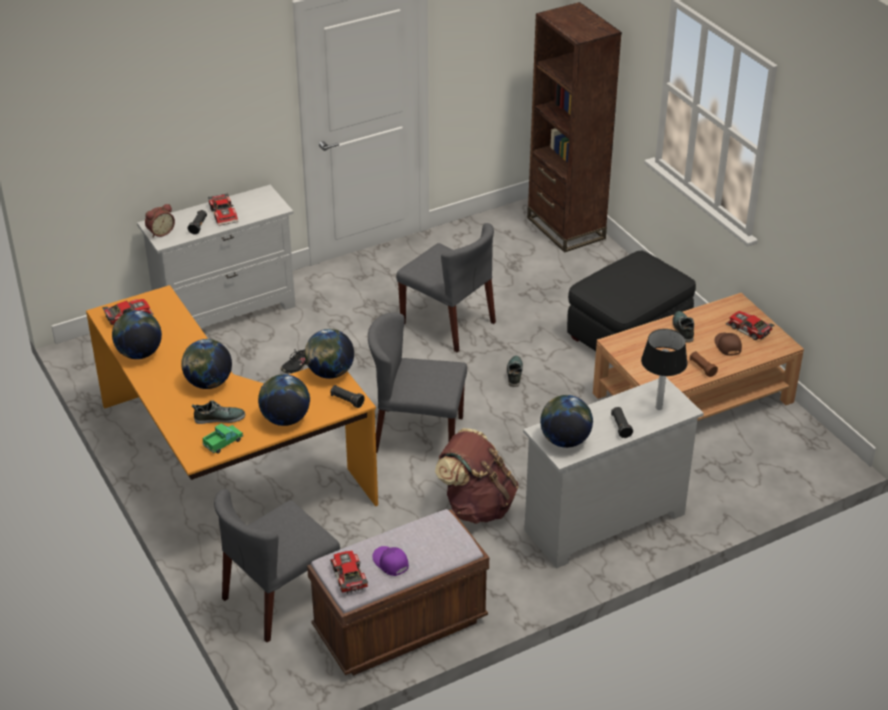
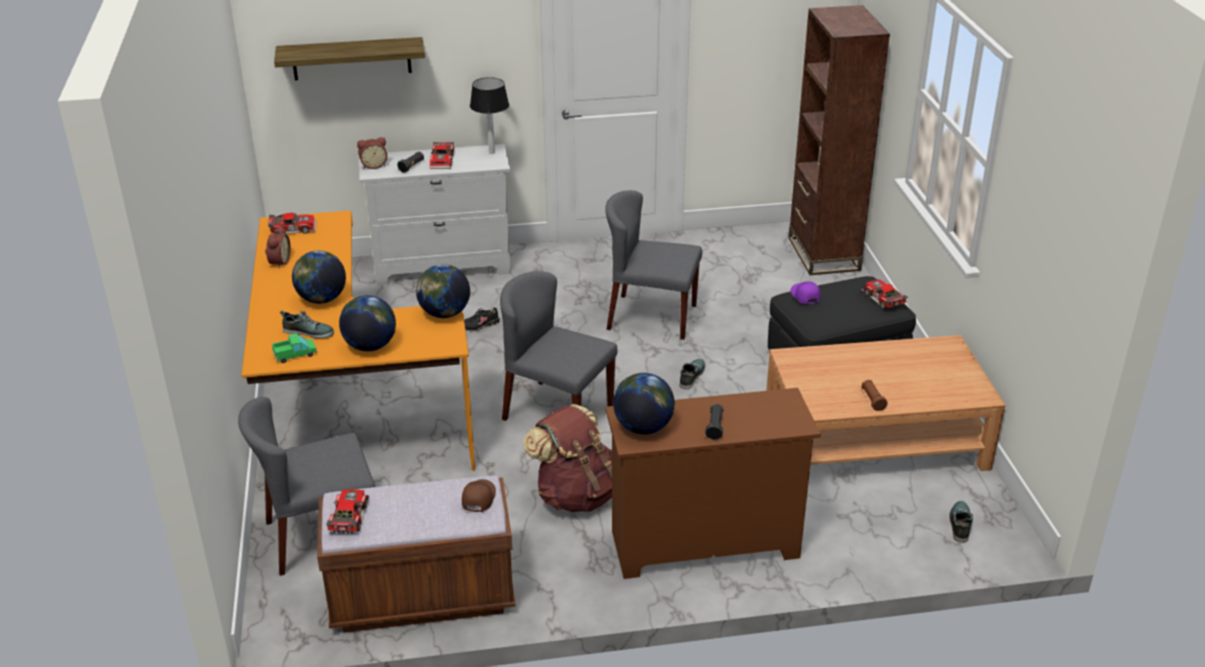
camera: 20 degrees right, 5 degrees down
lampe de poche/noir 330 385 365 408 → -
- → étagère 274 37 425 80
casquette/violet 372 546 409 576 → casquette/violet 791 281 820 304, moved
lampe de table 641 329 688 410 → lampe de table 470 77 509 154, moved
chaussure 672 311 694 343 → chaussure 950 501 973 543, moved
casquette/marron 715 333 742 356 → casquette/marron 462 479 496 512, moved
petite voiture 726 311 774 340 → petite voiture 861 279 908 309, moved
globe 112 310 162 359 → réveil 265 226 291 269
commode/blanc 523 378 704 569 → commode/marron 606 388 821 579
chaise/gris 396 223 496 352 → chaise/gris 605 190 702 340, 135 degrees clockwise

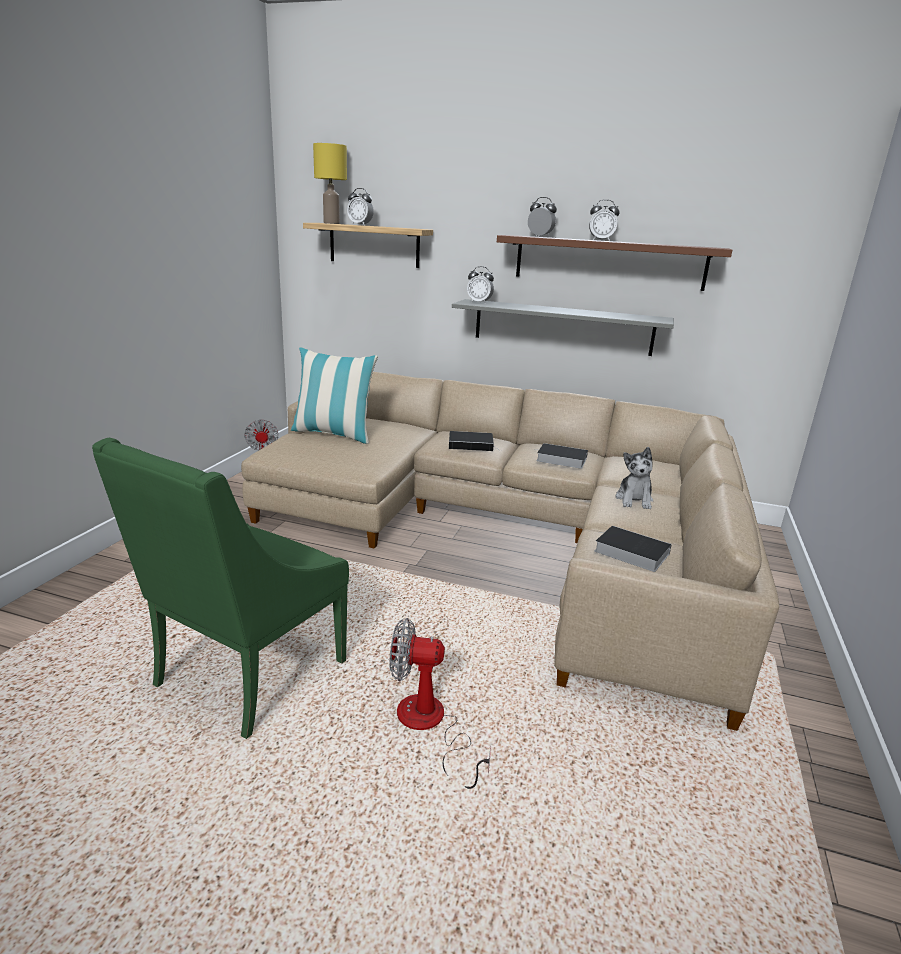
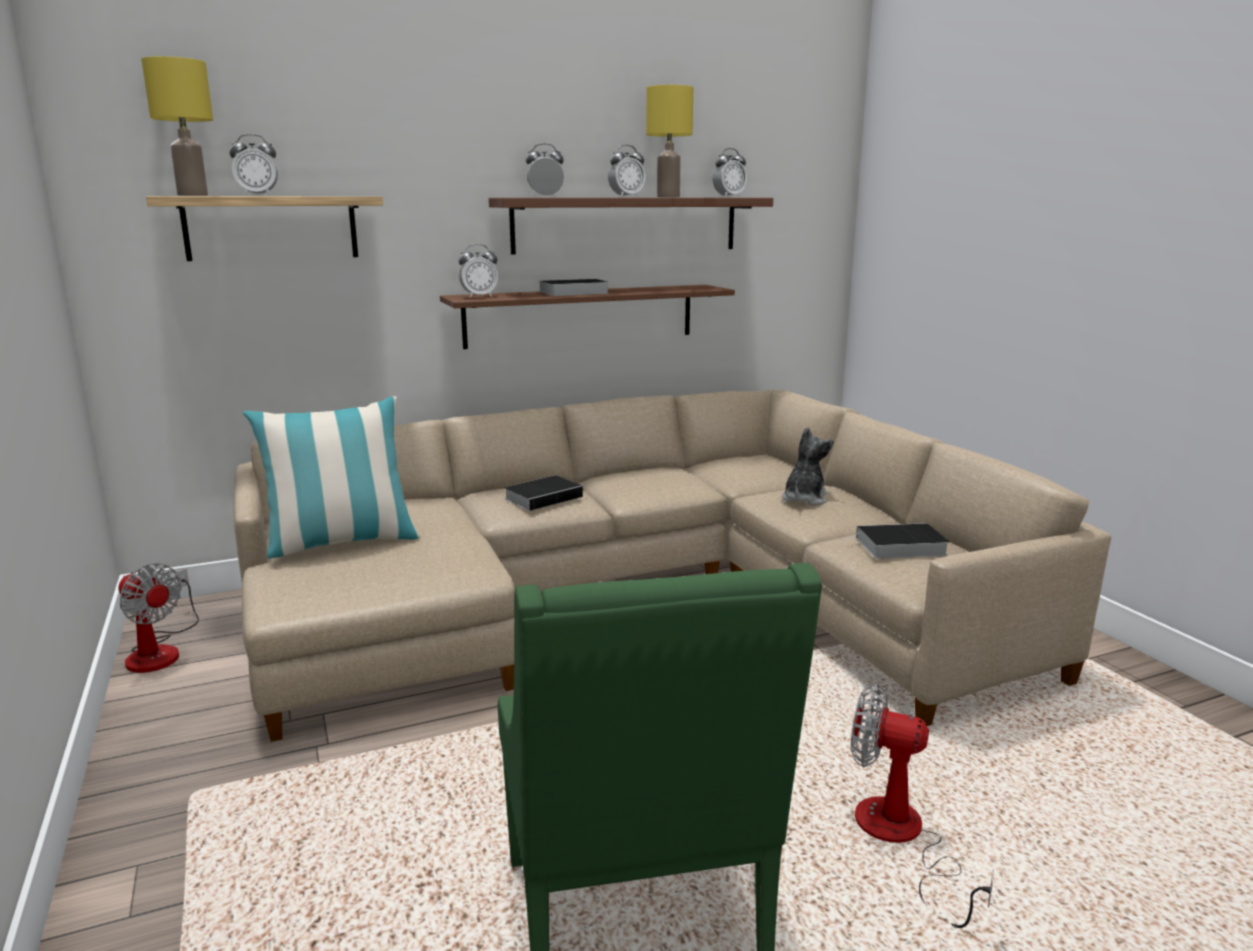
camera: 40 degrees left, 5 degrees down
- → lampe de table/jaune 646 85 693 197
- → réveil 712 148 747 197
livre 536 443 588 469 → livre 531 279 609 296, moved
étagère/gris 452 299 674 356 → étagère/marron 440 285 735 349
ventilateur 389 618 491 789 → ventilateur 851 684 994 928, 60 degrees clockwise
peluche 616 447 653 509 → peluche 782 427 834 506, 120 degrees counterclockwise

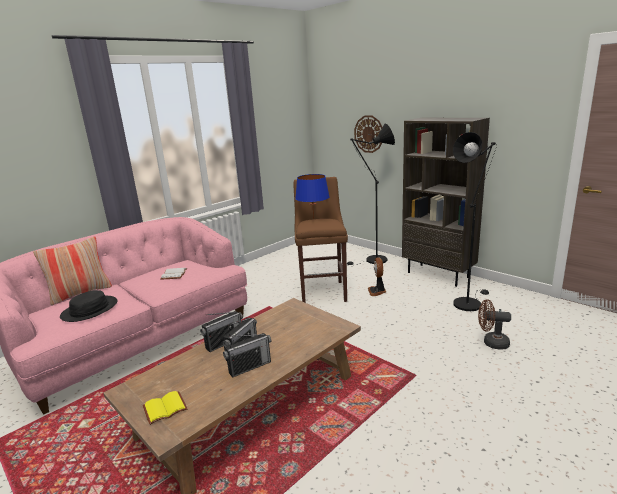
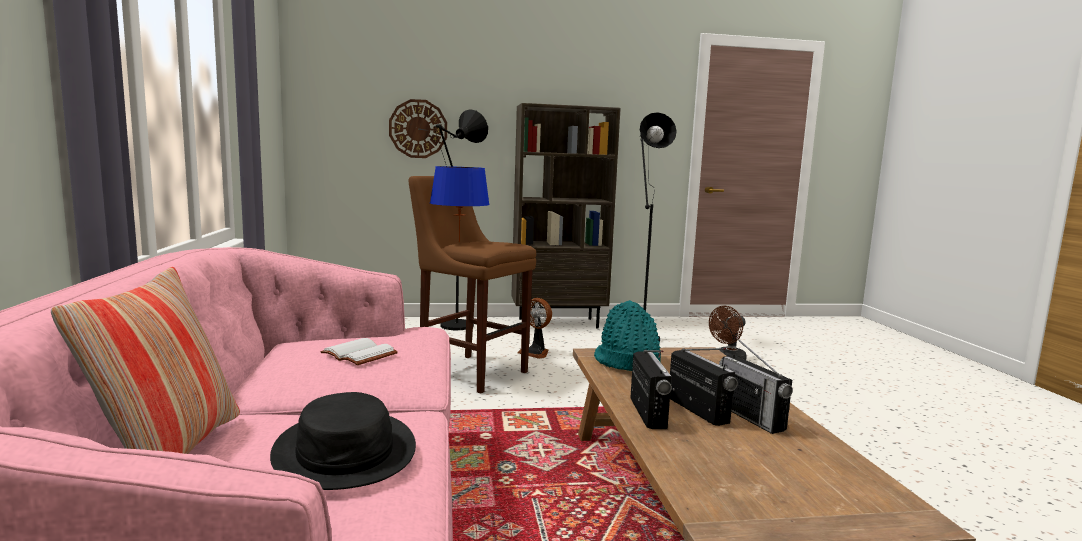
camera: 55 degrees left, 10 degrees down
livre/jaune 143 391 187 425 → -
- → chapeau/turquoise 594 300 661 371
radio 223 333 271 378 → radio 719 337 793 434, 150 degrees clockwise

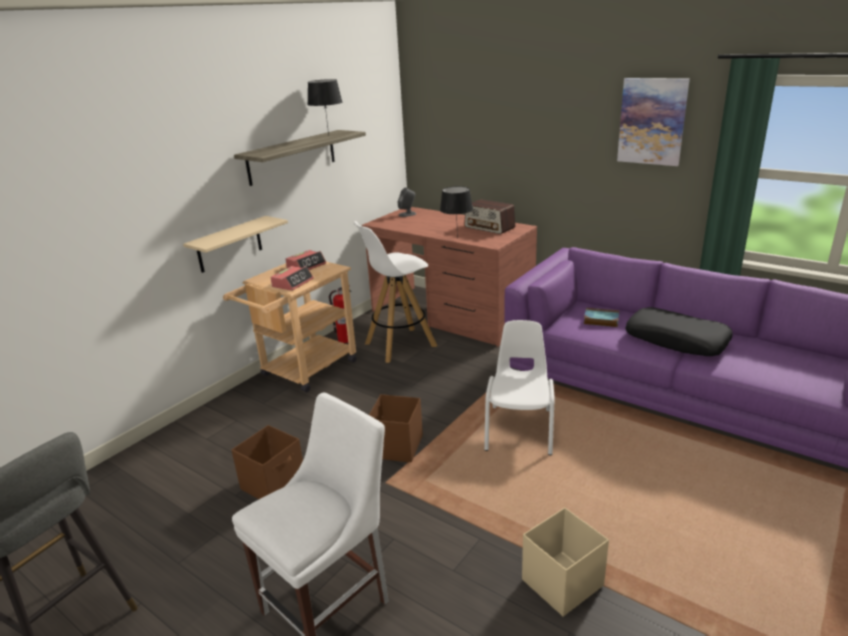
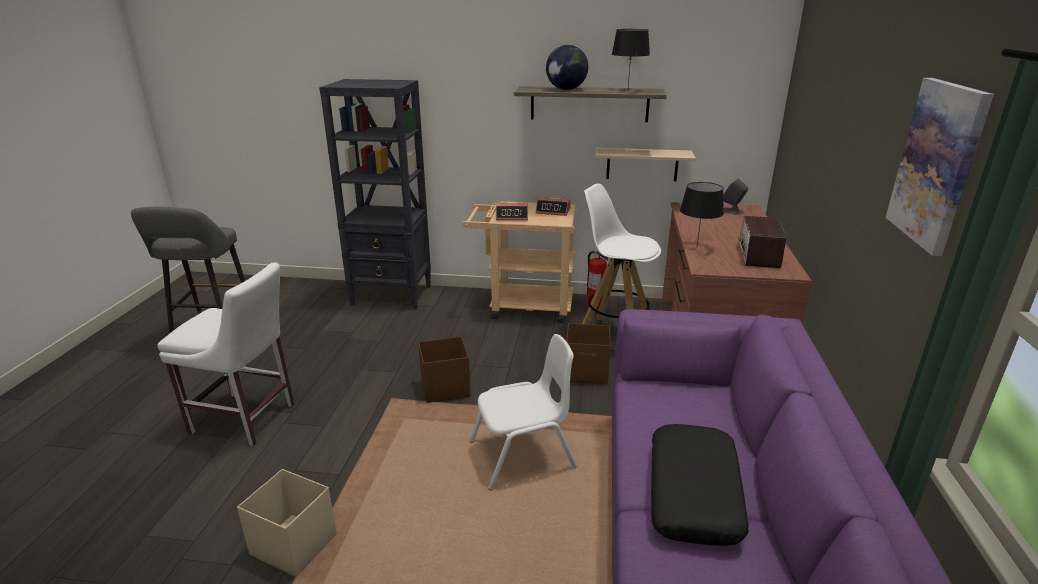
camera: 60 degrees right, 0 degrees up
livre 584 308 619 327 → -
- → bibliothèque/noir 319 79 431 309
- → globe 546 45 588 90
étagère/beige 183 216 288 273 → étagère/beige 595 148 696 181, moved
boîte de rangement/marron 232 425 303 499 → boîte de rangement/marron 566 323 611 384, moved

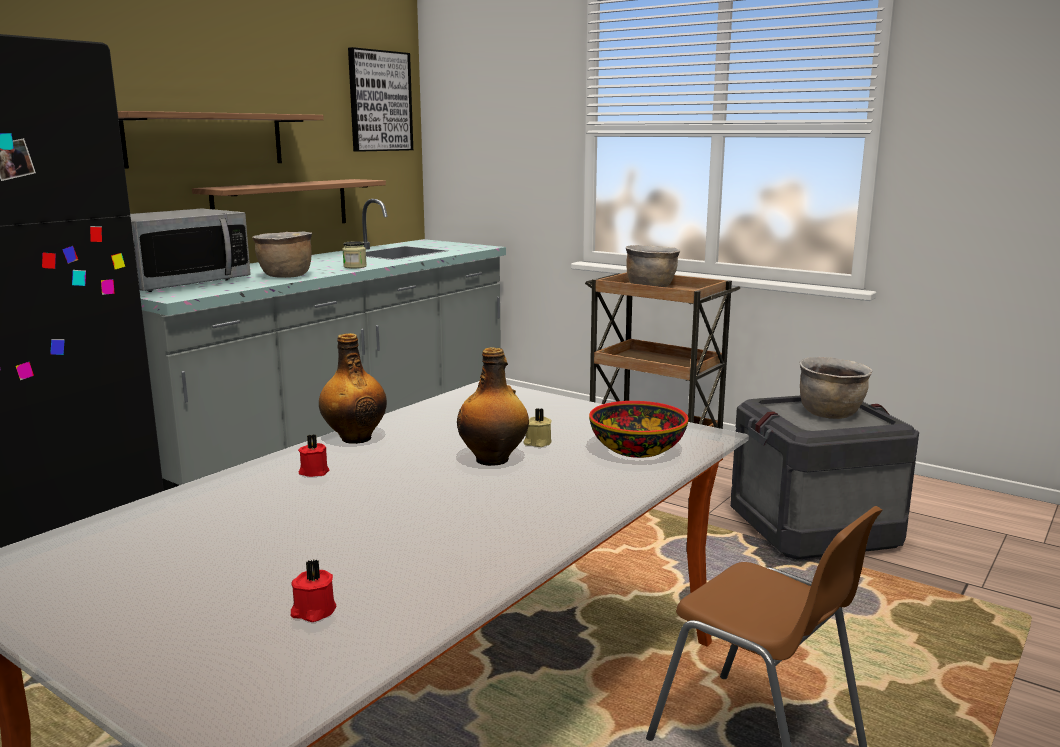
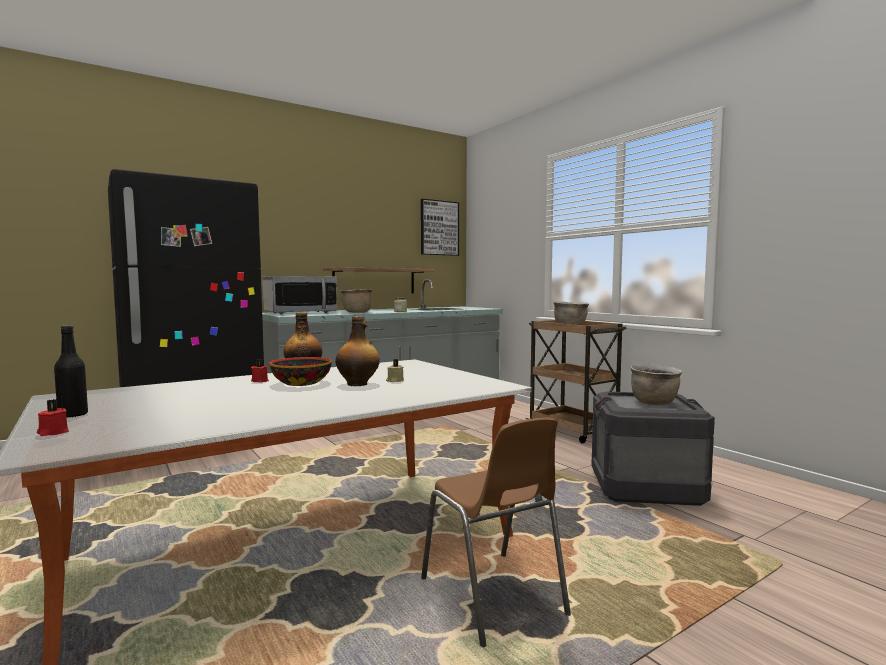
camera: 20 degrees right, 10 degrees down
étagère 118 111 324 169 → -
- → bouteille/noir 54 325 88 418
bougie/rouge 291 560 336 622 → bougie/rouge 37 399 69 436, moved
bol 589 401 688 458 → bol 269 357 332 386, moved

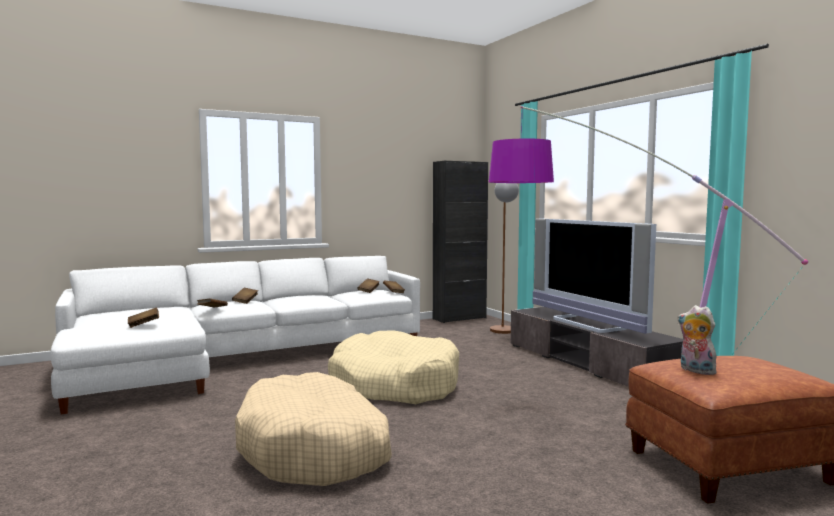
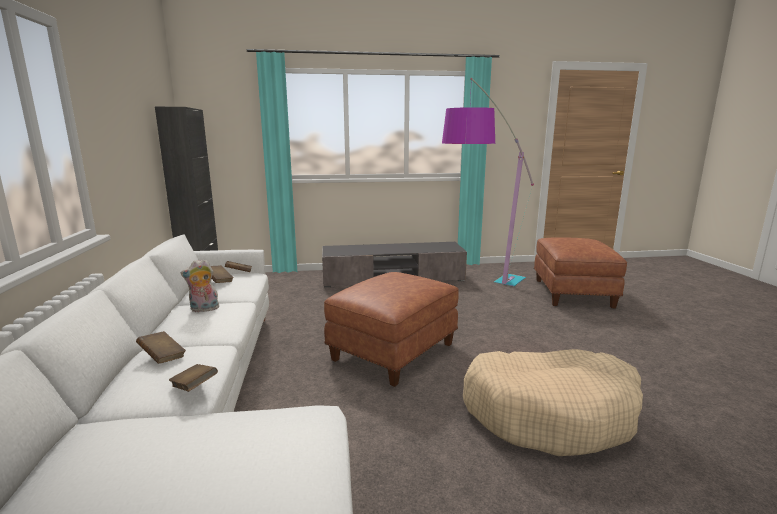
camera: 70 degrees left, 10 degrees up
livre/marron 128 307 159 328 → -
lampadaire/marron 490 183 519 334 → -
téléviseur 533 218 656 334 → -
peluche 677 305 717 375 → peluche 181 259 219 312, moved
panier pour chien/beige 328 330 459 404 → pouf/marron 324 272 459 387

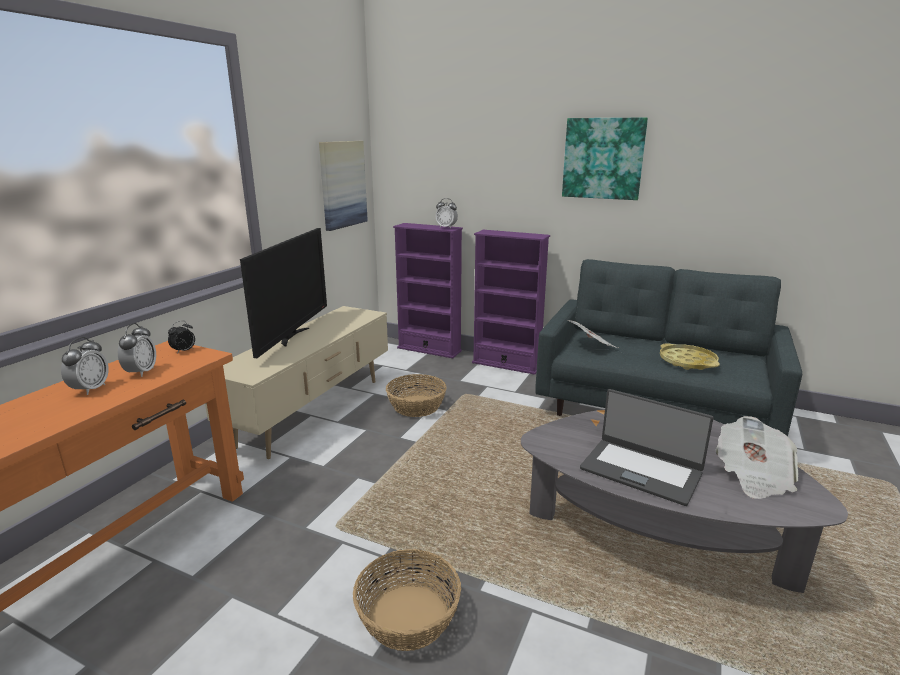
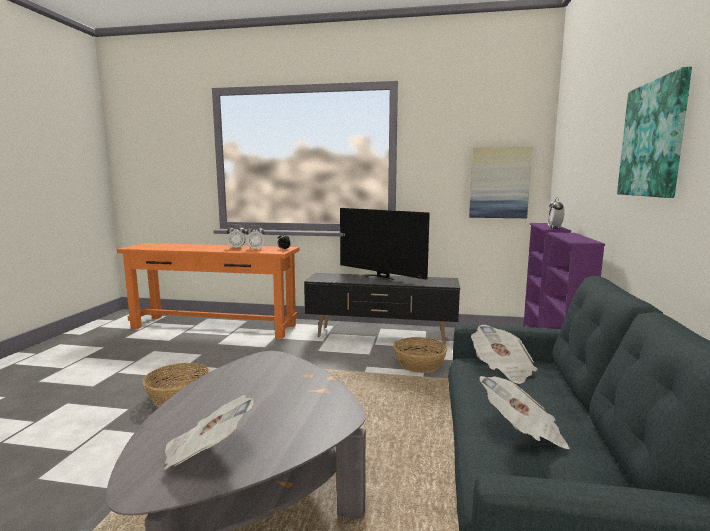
camera: 75 degrees right, 10 degrees down
ordinateur portable 580 389 714 506 → -
plateau/jaune 660 343 720 370 → journal 480 376 569 449
meuble télé/beige 205 306 388 459 → meuble télé/noir 304 273 460 344
téléviseur 240 228 327 358 → téléviseur 340 208 430 280, 45 degrees clockwise

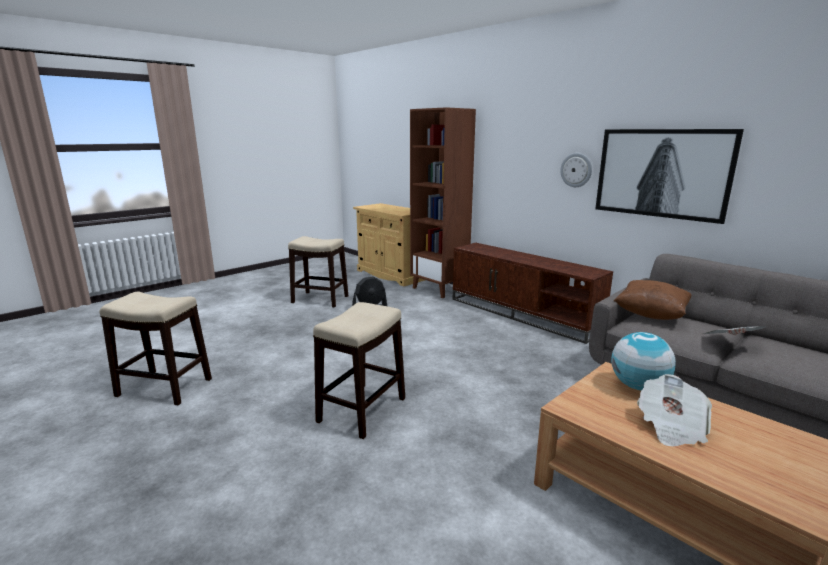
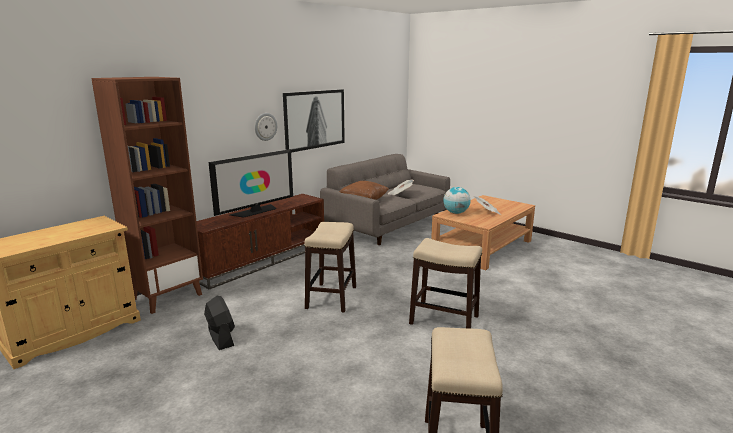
camera: 95 degrees left, 0 degrees up
- → téléviseur 208 149 293 218
tabouret 288 236 348 308 → tabouret 304 222 356 313, moved

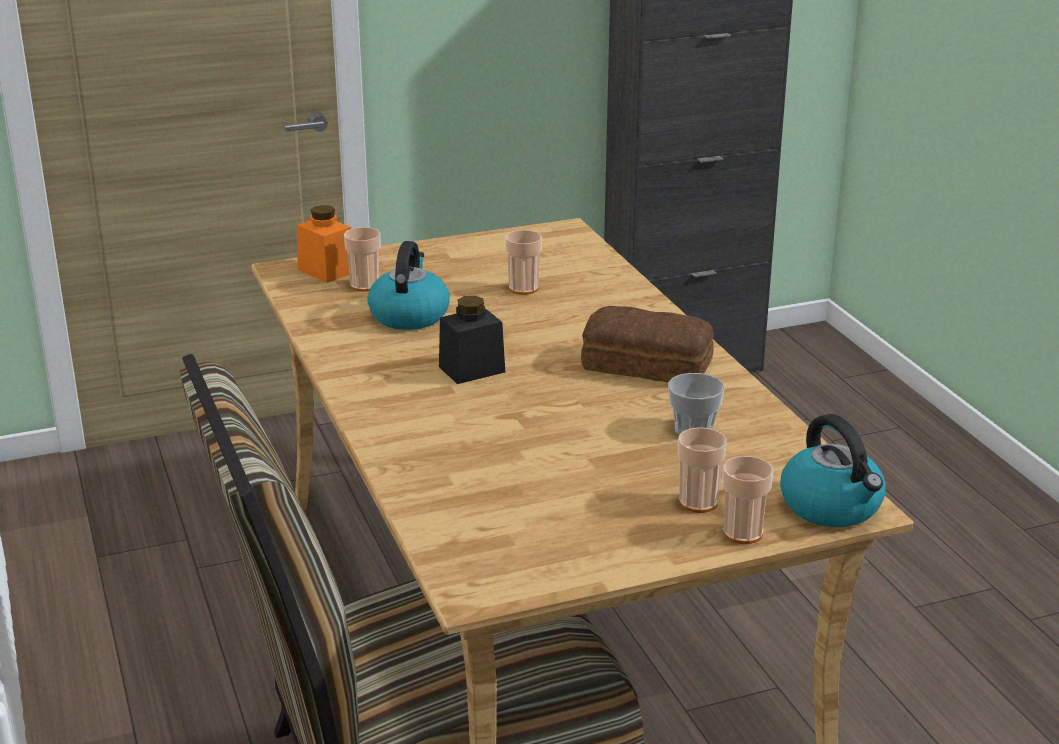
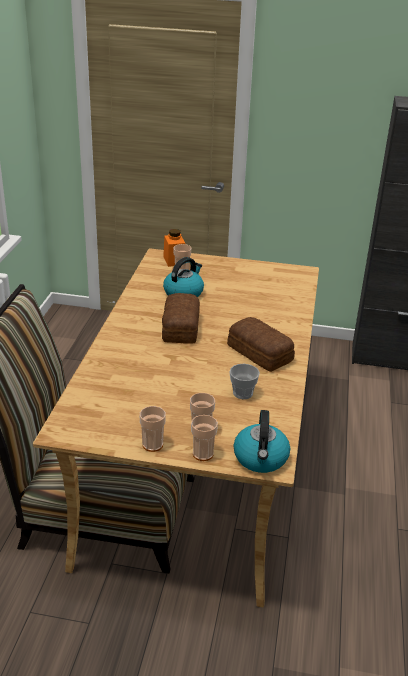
camera: 30 degrees right, 5 degrees up
tasse 505 230 542 295 → tasse 139 406 166 452, moved
bocal/noir 439 296 505 384 → pain 162 293 200 344

